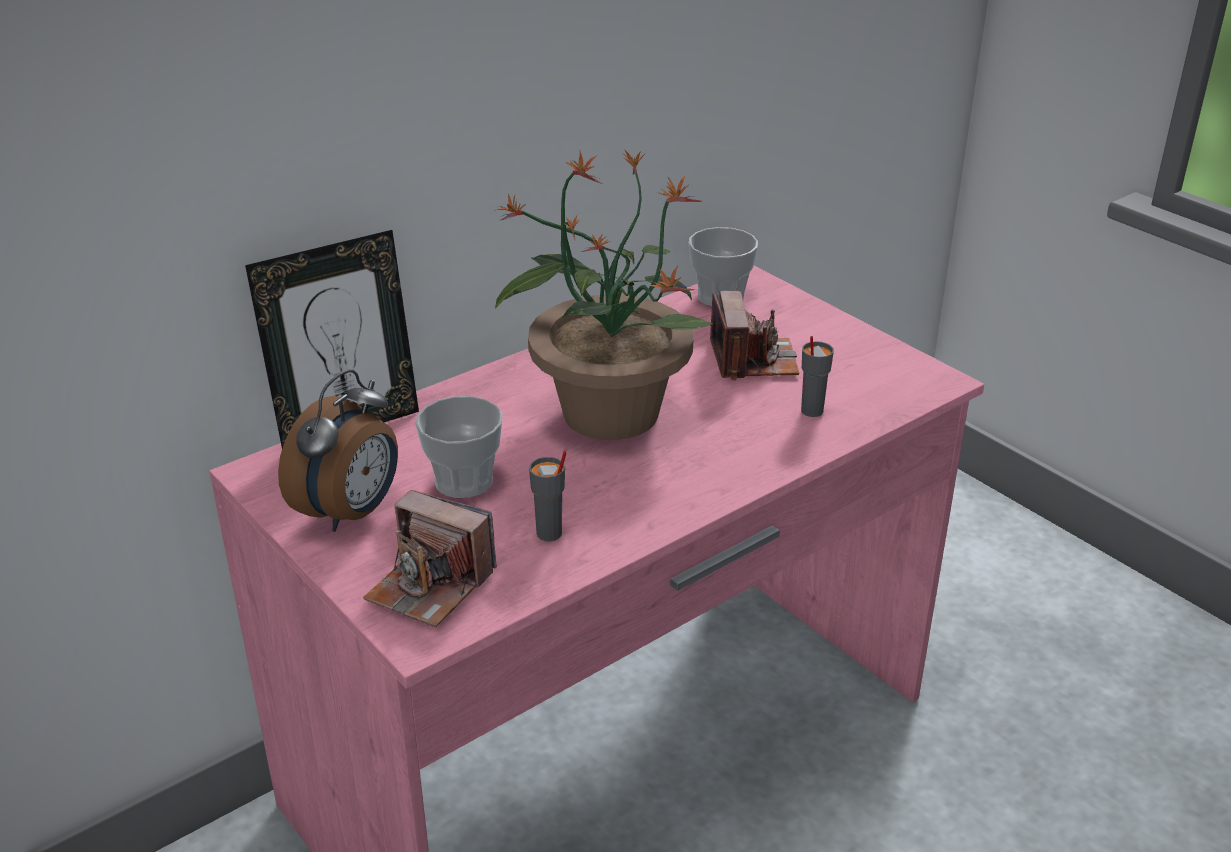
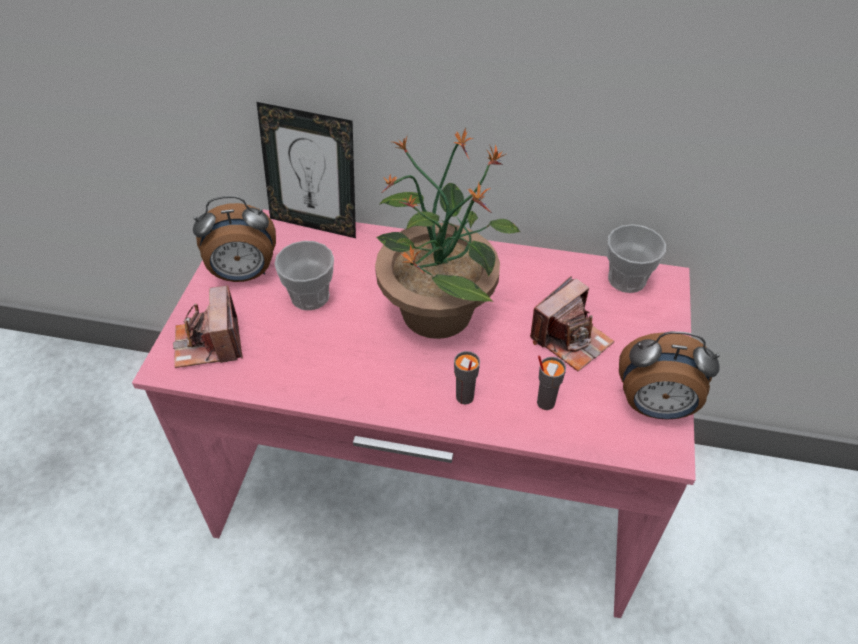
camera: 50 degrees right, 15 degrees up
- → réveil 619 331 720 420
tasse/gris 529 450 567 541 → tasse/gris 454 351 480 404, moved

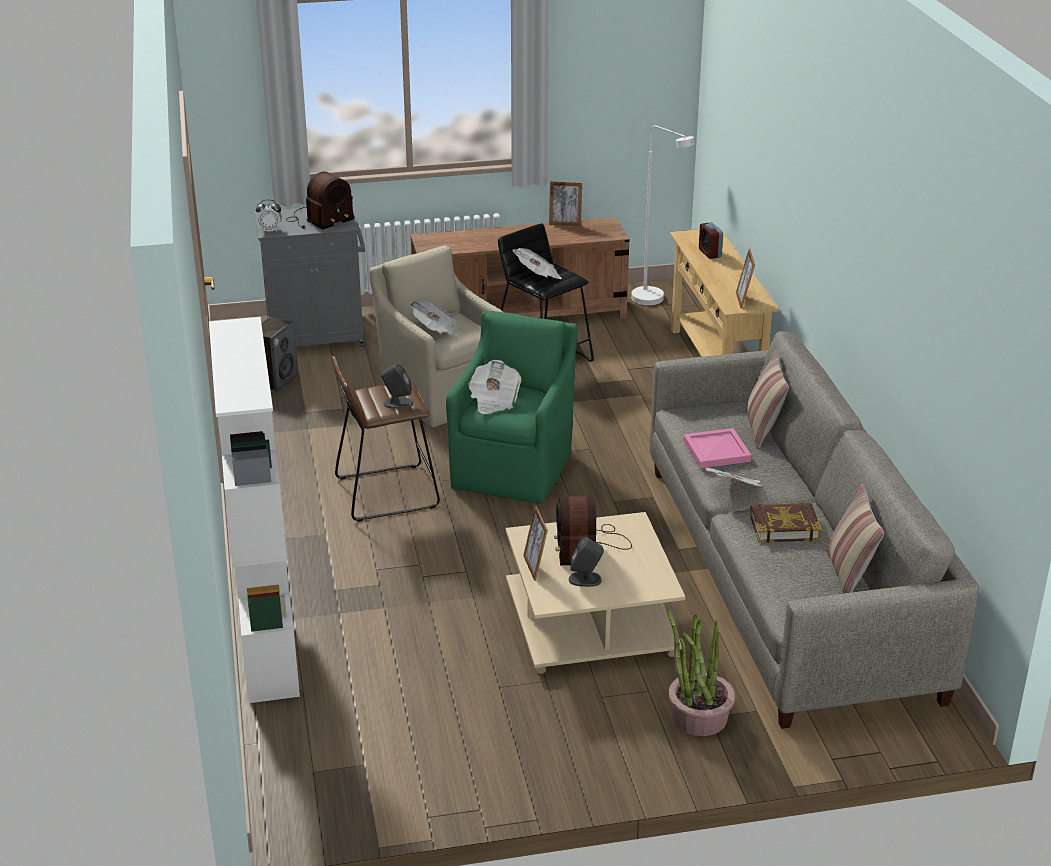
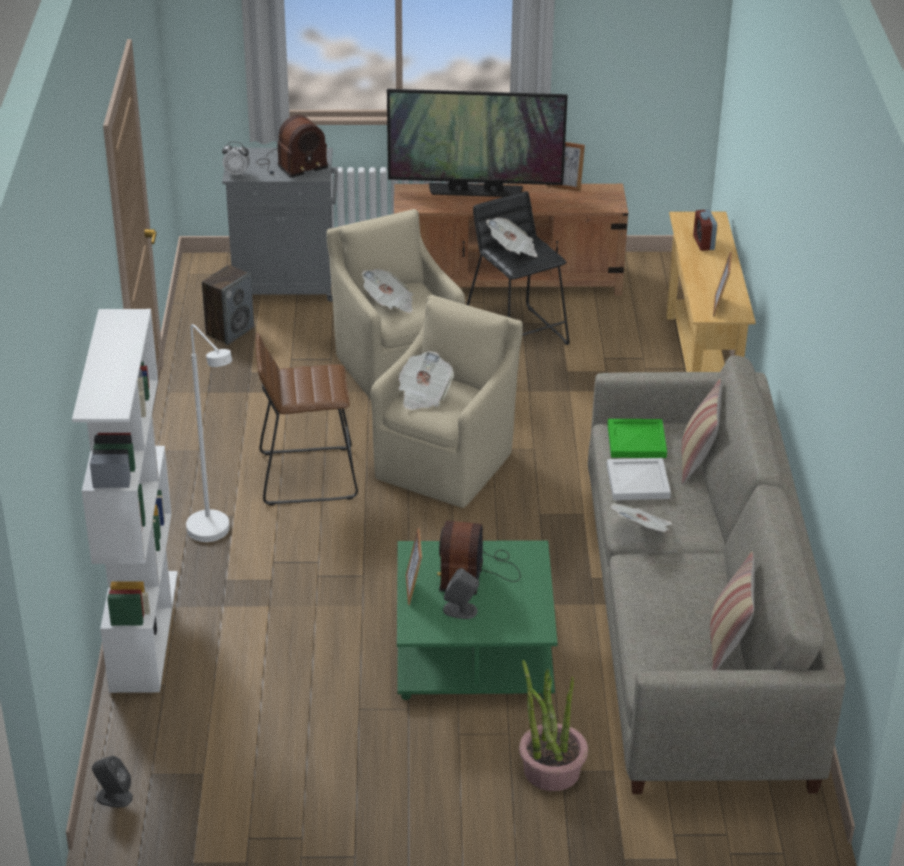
camera: 10 degrees right, 5 degrees up
livre 750 503 822 543 → -
- → téléviseur 387 89 568 197
- → plateau/vert 608 419 667 458
enceinte/gris 381 363 413 409 → enceinte/gris 92 756 133 808, moved
lampadaire/blanc 631 125 695 305 → lampadaire/blanc 186 324 232 542, moved
fauteuil/vert 446 311 578 504 → fauteuil/beige 371 295 523 508
table basse/beige 506 512 685 674 → table basse/vert 397 540 558 700
plateau/rose 683 428 751 468 → plateau/blanc 607 458 671 500

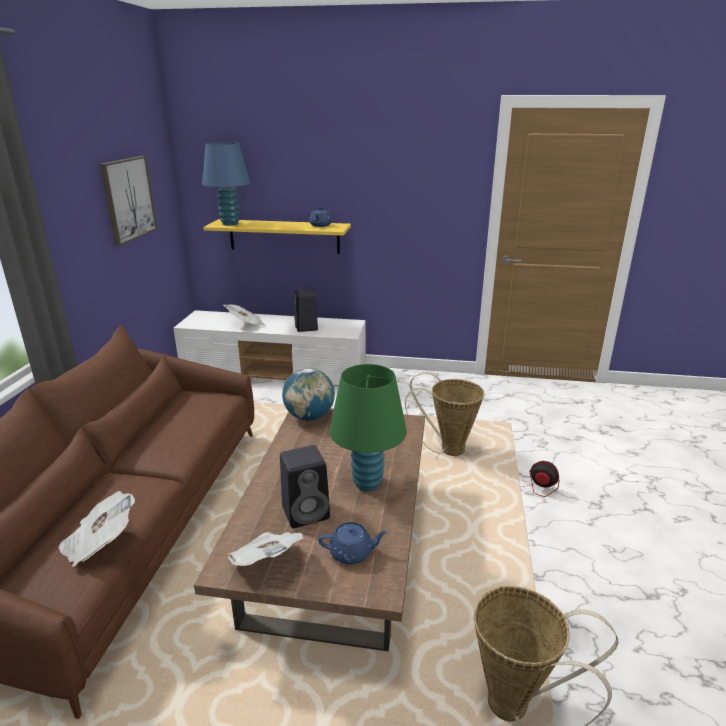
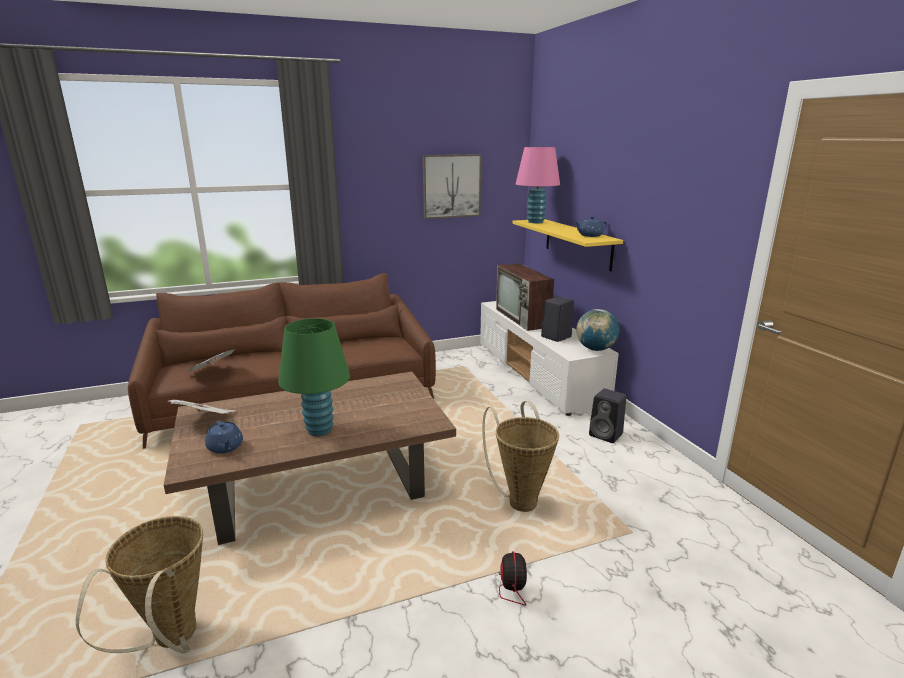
camera: 60 degrees right, 5 degrees down
enceinte/noir 280 445 330 528 → enceinte/noir 589 389 627 443, moved
globe 282 368 335 421 → globe 576 309 619 351, moved
journal 223 304 266 326 → téléviseur 496 263 554 331
lampe de table/bleu 202 142 250 226 → lampe de table/rose 516 147 560 223

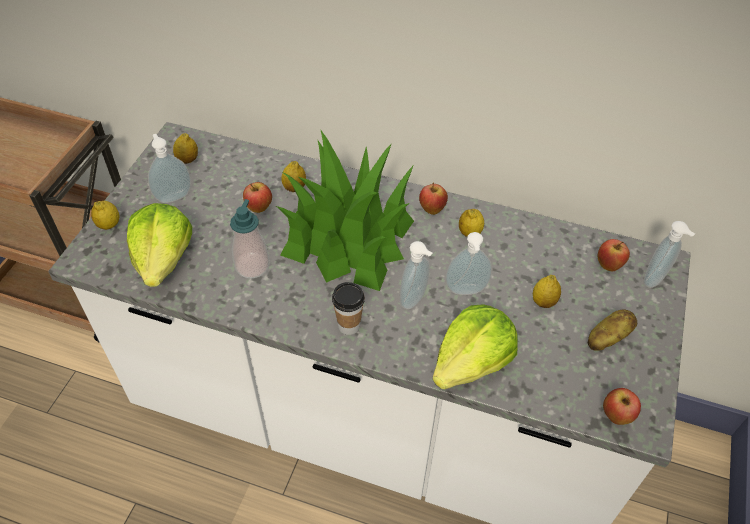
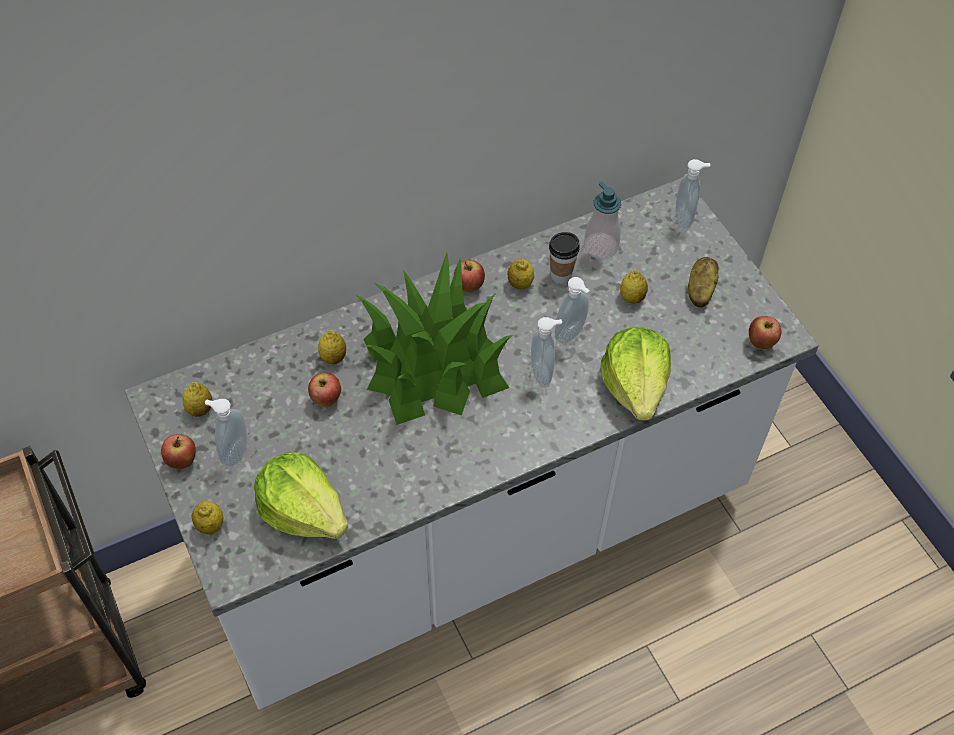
camera: 45 degrees left, 5 degrees up
distributeur de savon 230 199 270 278 → distributeur de savon 584 181 621 259, moved
tasse 332 282 365 335 → tasse 549 232 580 284, moved
pomme 597 239 630 271 → pomme 161 434 196 469, moved

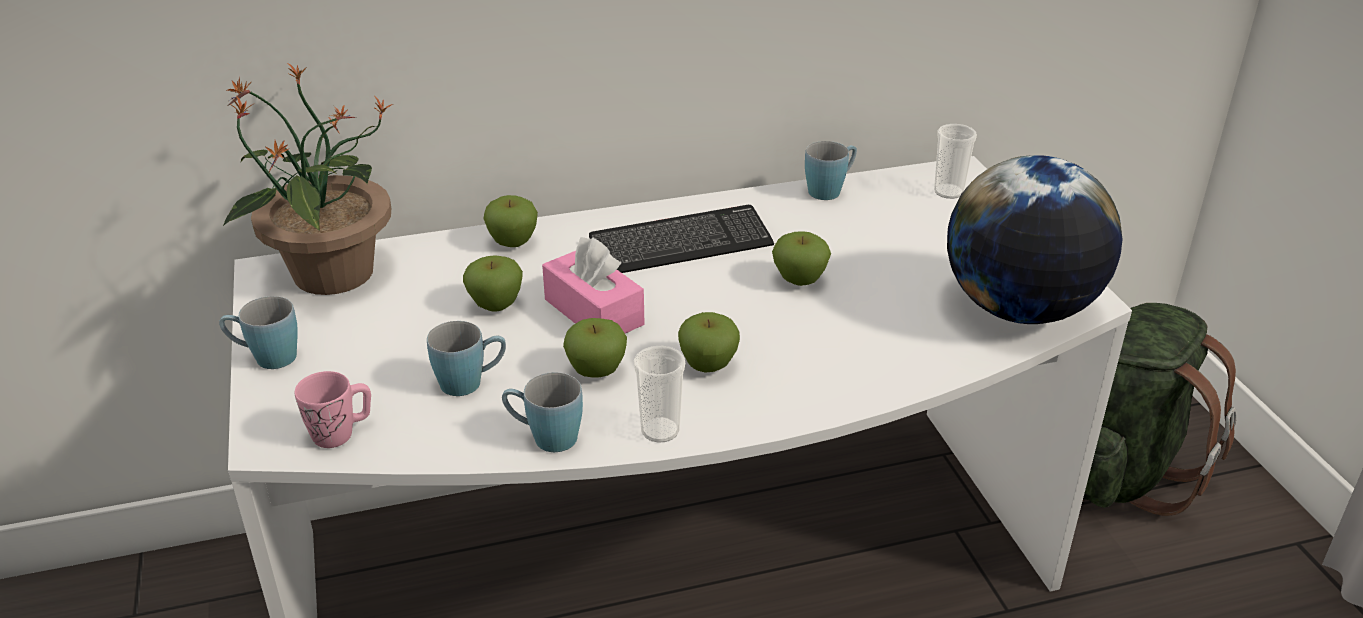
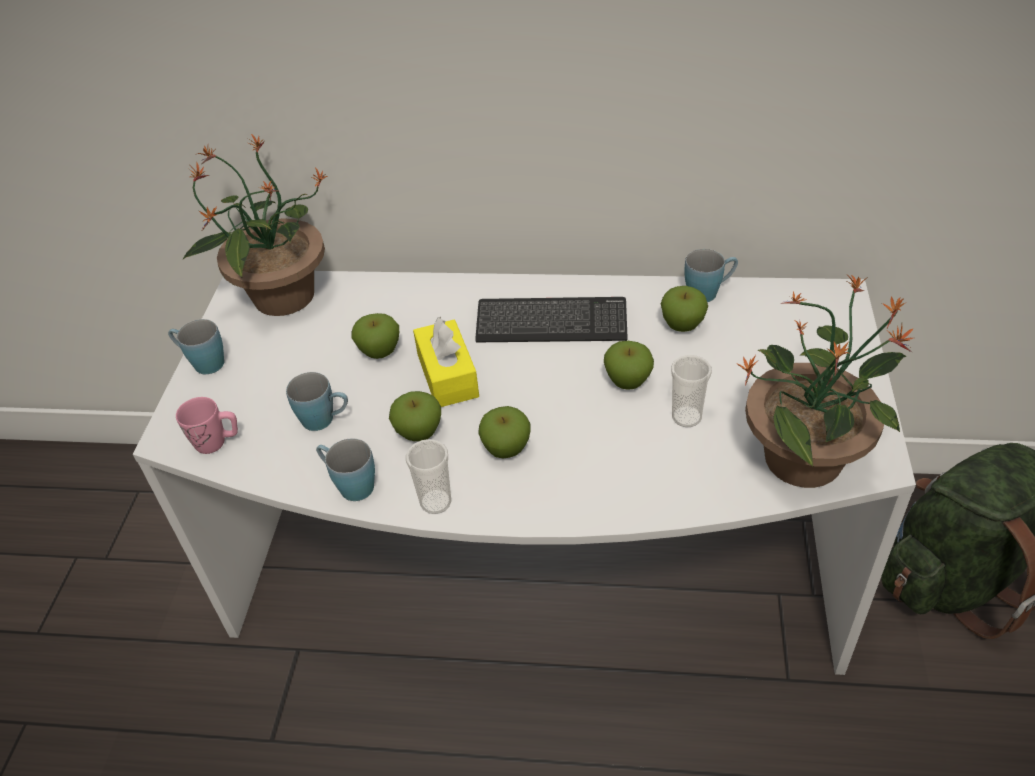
camera: 25 degrees right, 10 degrees up
pomme 483 195 538 247 → pomme 661 286 708 332, moved
tasse 934 124 977 199 → tasse 671 355 712 427, moved
globe 947 155 1123 324 → plante en pot 736 274 914 488
boîte à mouchoirs/rose 542 237 645 333 → boîte à mouchoirs/jaune 413 317 479 407

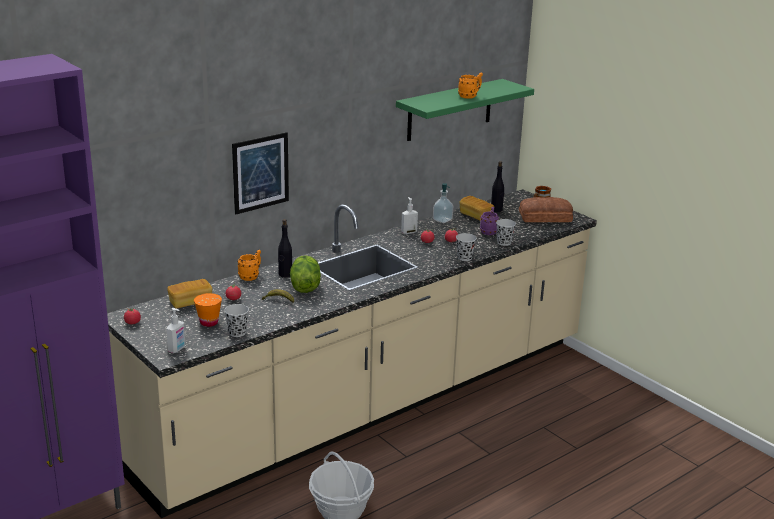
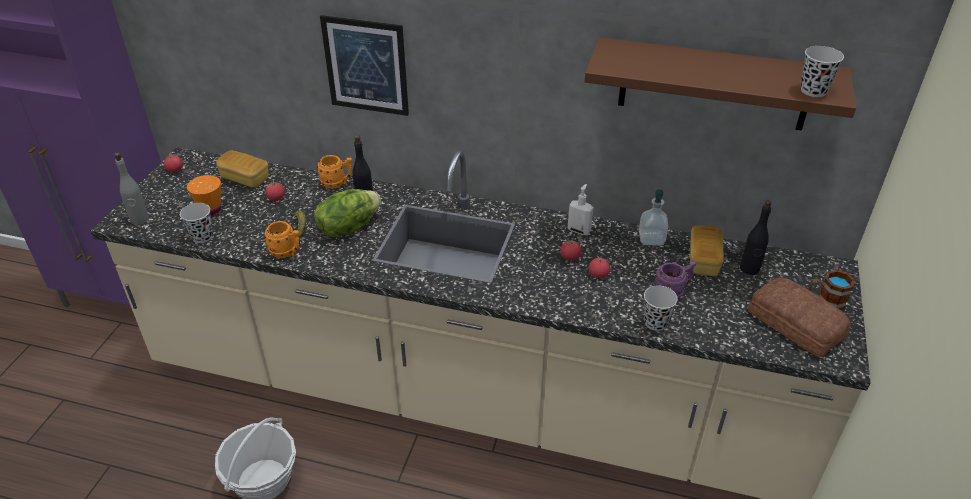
camera: 55 degrees right, 15 degrees up
tasse/noir 456 233 477 261 → tasse/noir 801 46 844 97, moved
mug/orange 458 73 483 99 → mug/orange 264 221 300 258, moved
distributeur de savon 167 308 185 353 → bouteille/gris 114 152 149 225
étagère/vert 396 79 534 141 → étagère/marron 584 37 856 131

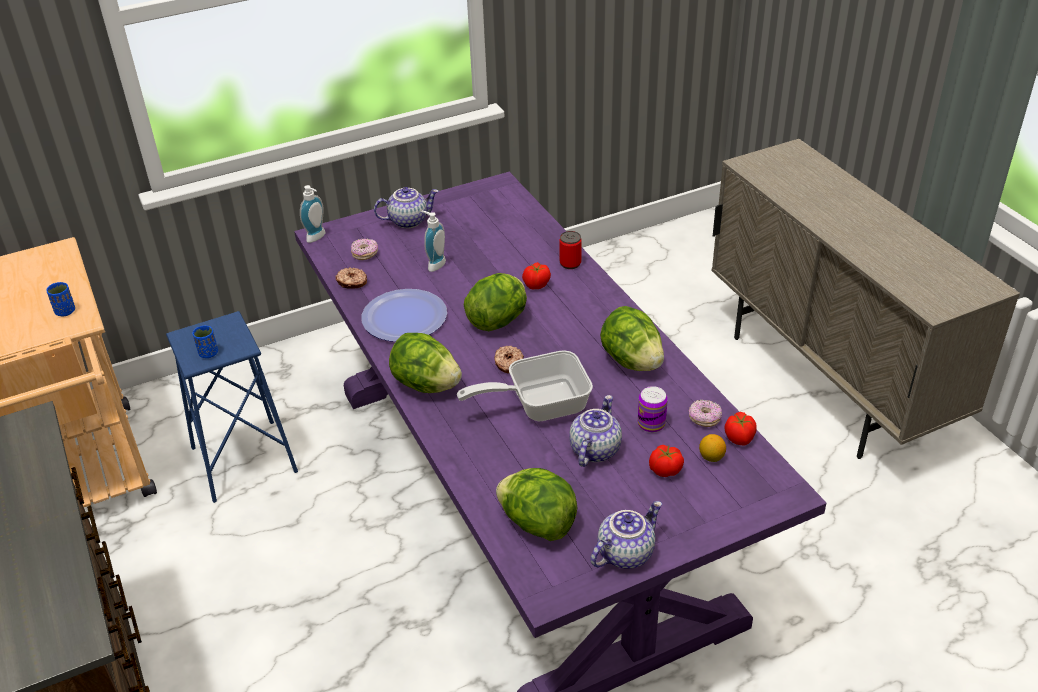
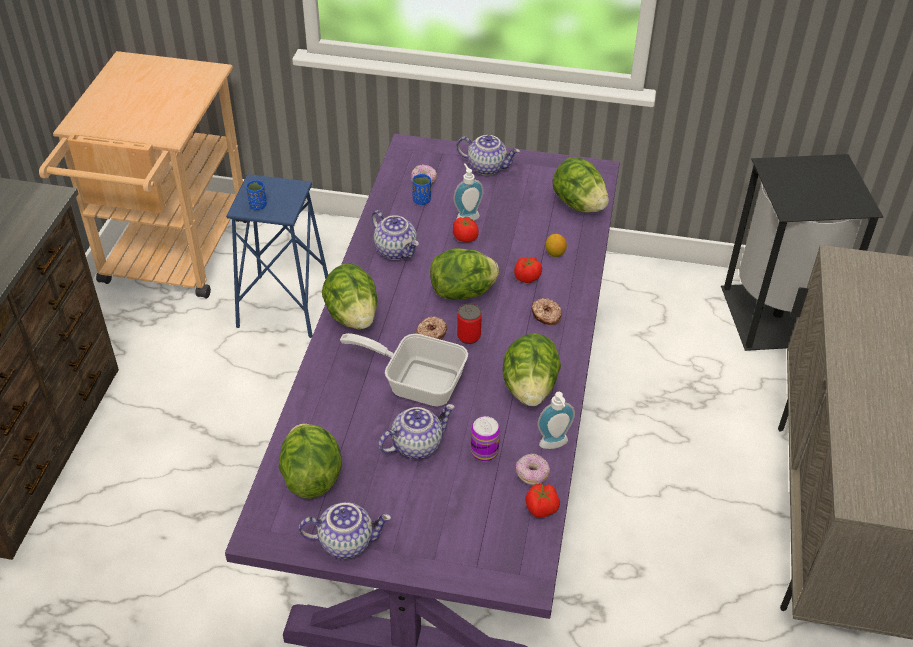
camera: 35 degrees right, 5 degrees up
- → laitue 552 157 609 213
- → poubelle/noir 721 154 883 351
tasse/bleu 46 282 75 316 → tasse/bleu 412 174 431 205, moved
distributeur de savon 300 185 326 243 → distributeur de savon 537 392 575 449, moved
beignet 335 267 367 289 → beignet 531 298 562 325, moved
boîte métallique 559 231 582 269 → boîte métallique 457 303 482 344, moved
tomate 649 445 684 477 → tomate 453 216 479 243, moved
citron 699 434 726 462 → citron 545 234 567 257, moved
assiette 361 289 447 342 → théière 372 210 419 260

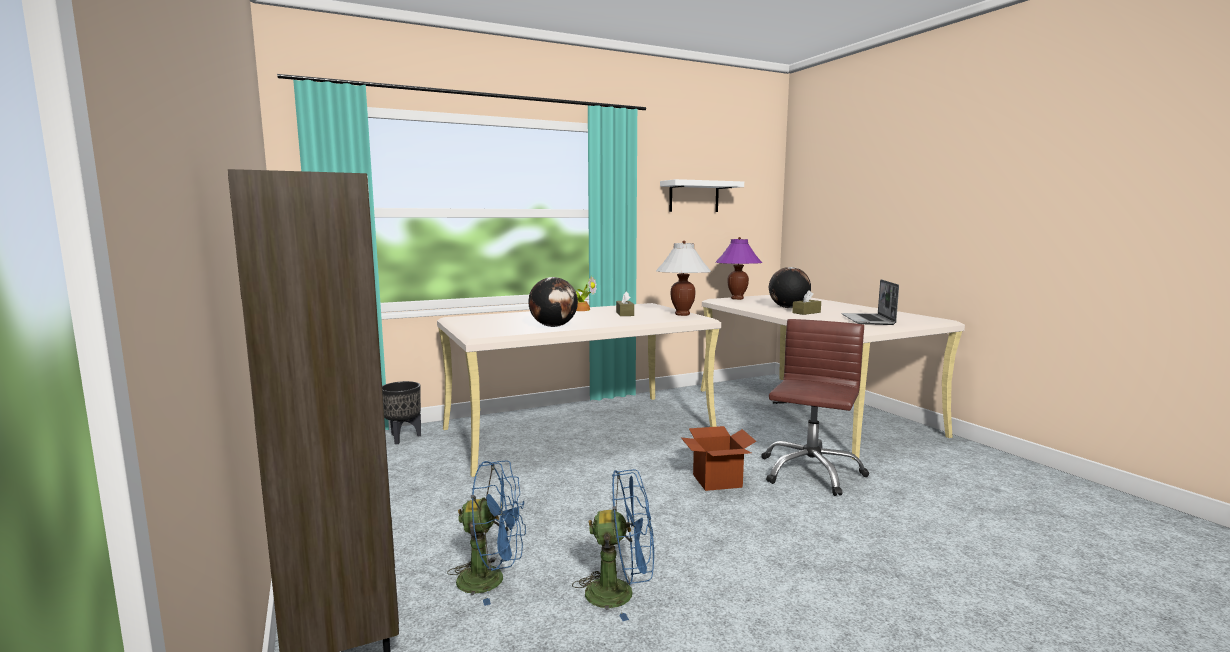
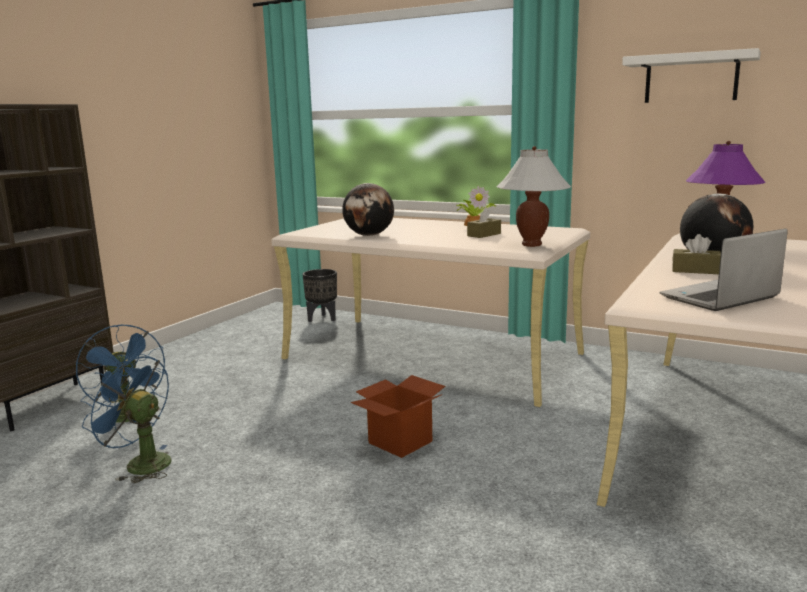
camera: 55 degrees right, 5 degrees up
chaise de bureau/marron 761 319 869 496 → -
ventilateur/bleu 572 469 654 621 → ventilateur/bleu 81 354 172 483, 150 degrees clockwise

